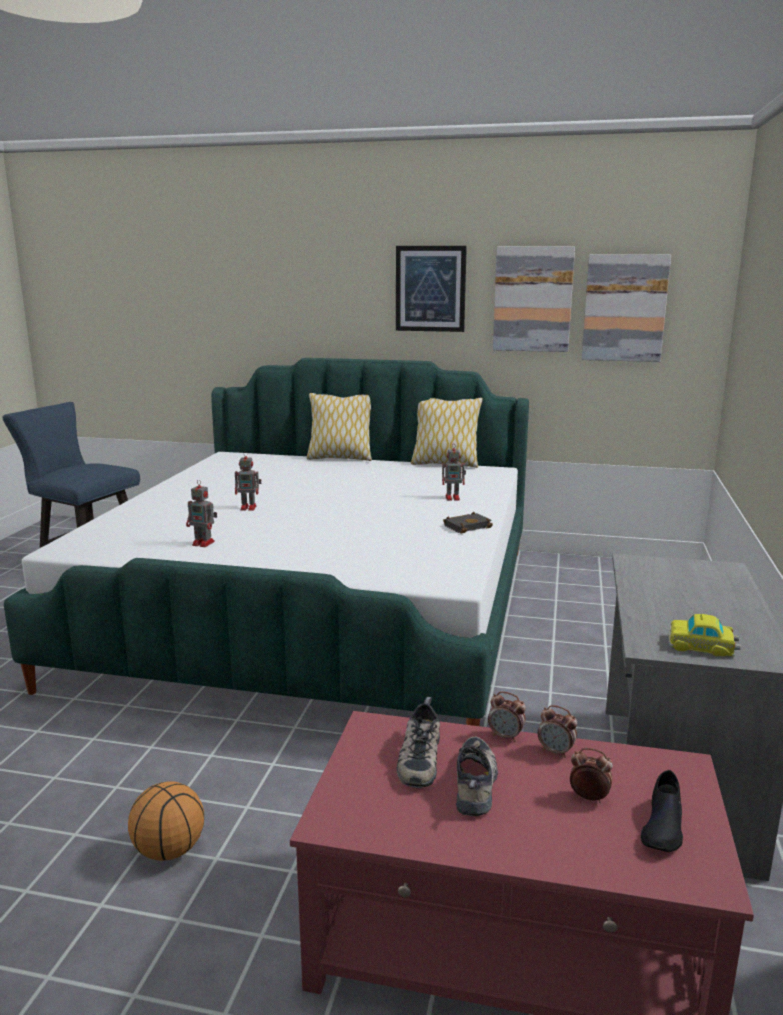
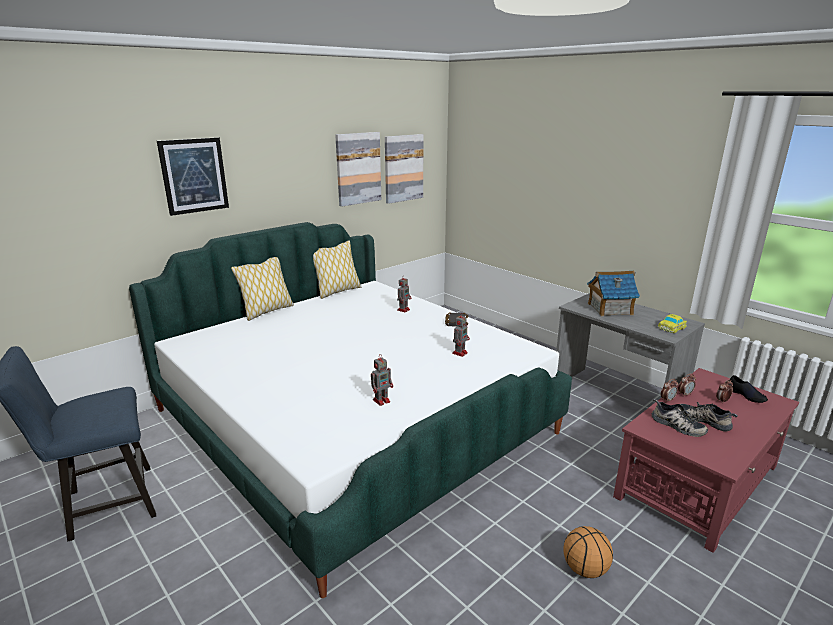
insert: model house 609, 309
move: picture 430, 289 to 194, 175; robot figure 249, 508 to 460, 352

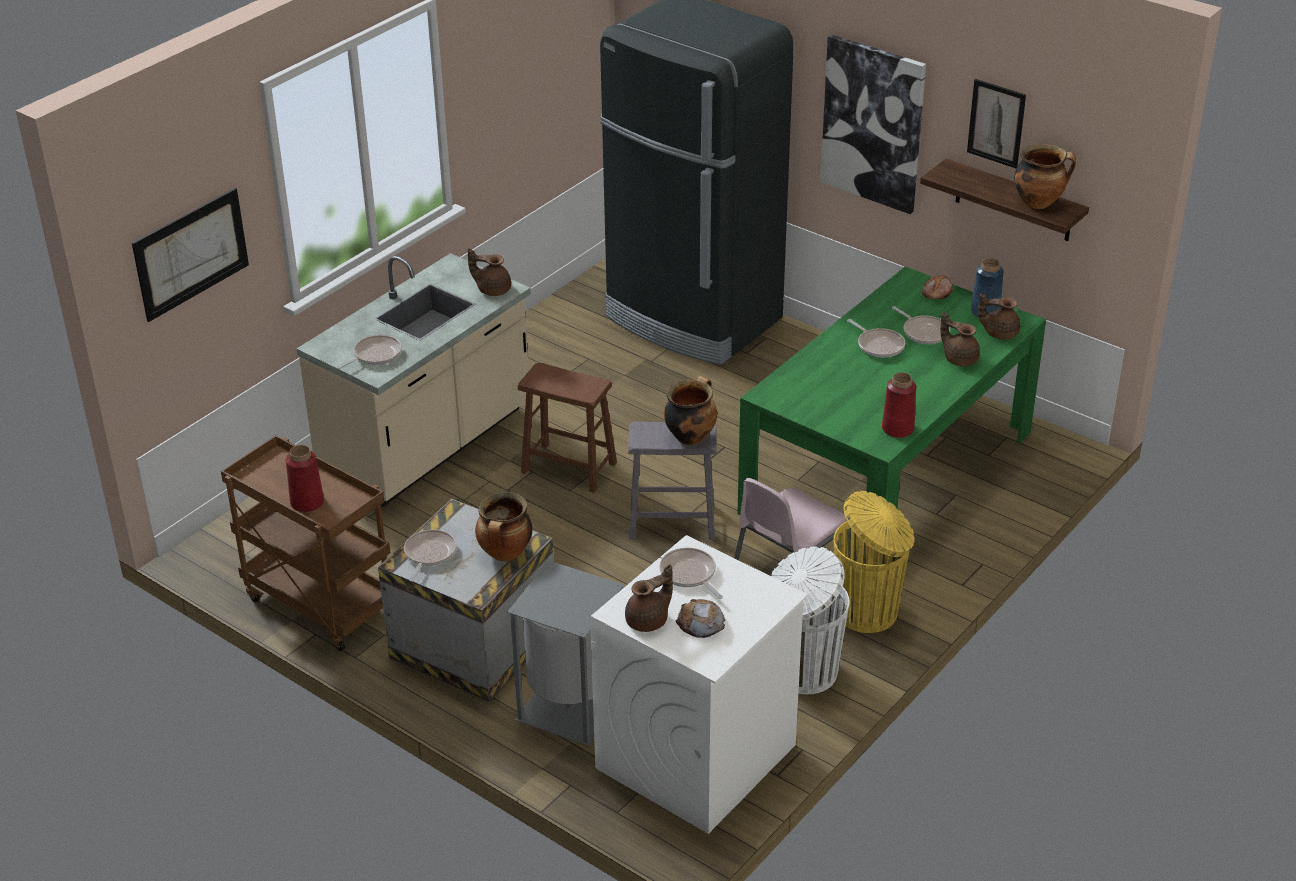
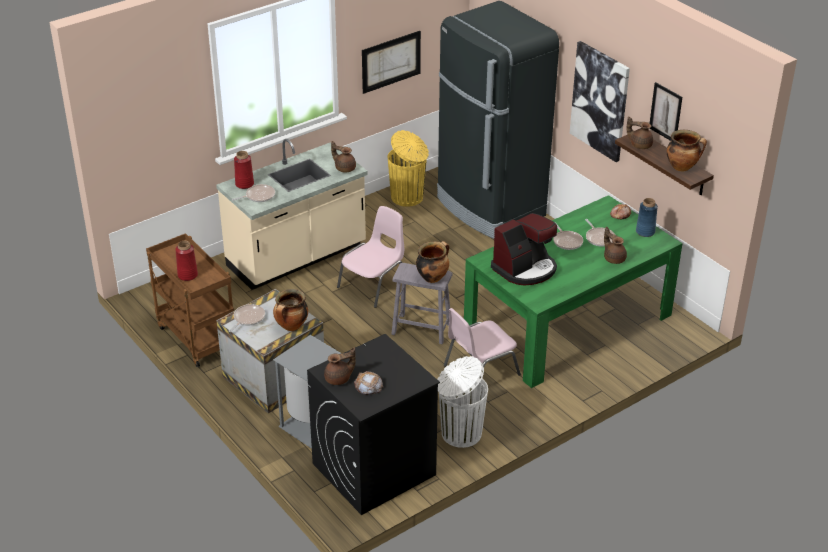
delete: pan 689, 574
insert: coffee brewer 525, 269
move: red flower vase 898, 428 to 244, 184; picture 191, 254 to 391, 61; yellow-coloured trash can 868, 612 to 408, 197; brown-coloured tea pot 999, 333 to 639, 144
replace: brown-coloured stool seat 569, 467 to pink-coloured chair 374, 285
recolor: white-coloured laundry machine 695, 757 to black laundry machine 373, 470

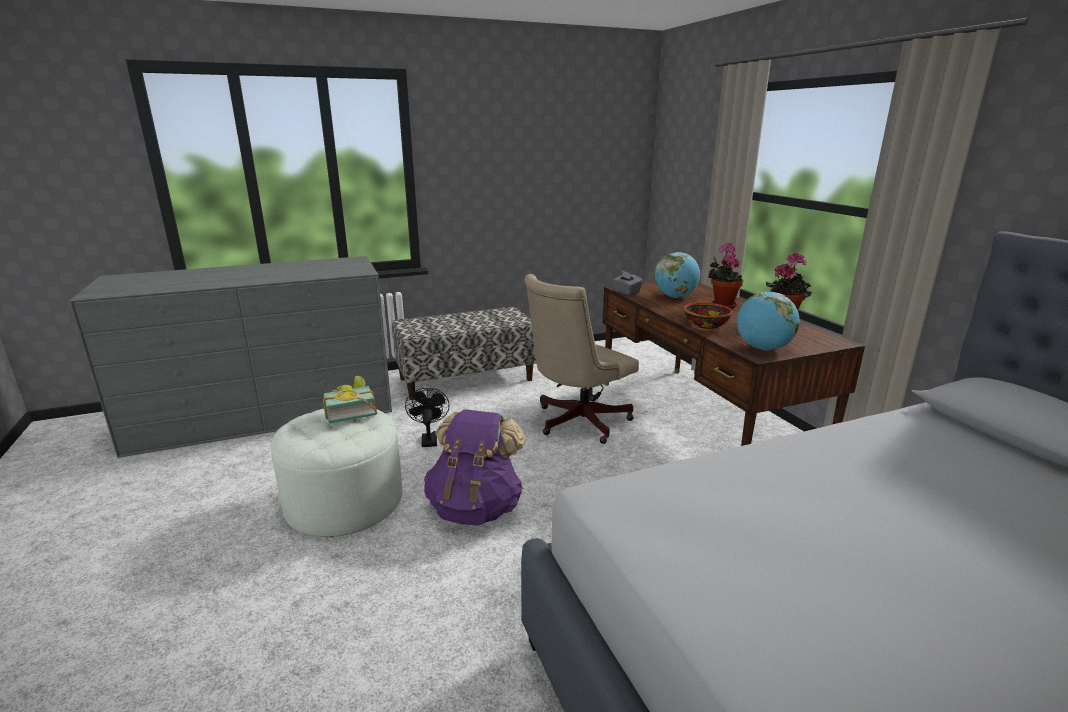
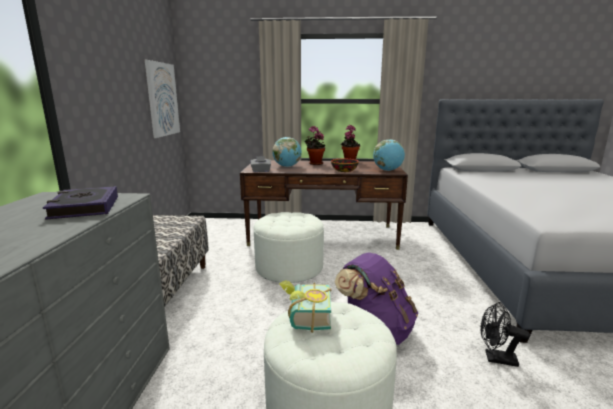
insert: book 84, 207; picture 163, 99
move: black electric fan 429, 438 to 496, 359
replace: beige desk chair 576, 422 to white-coloured ottoman 289, 267

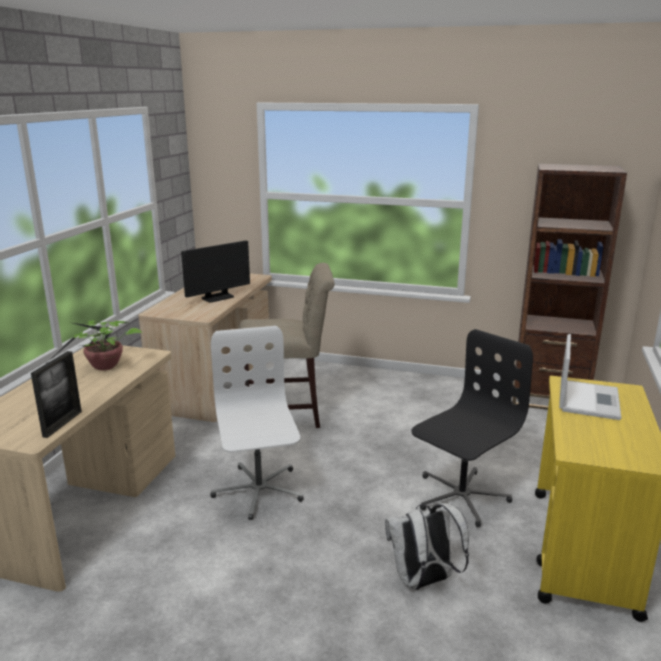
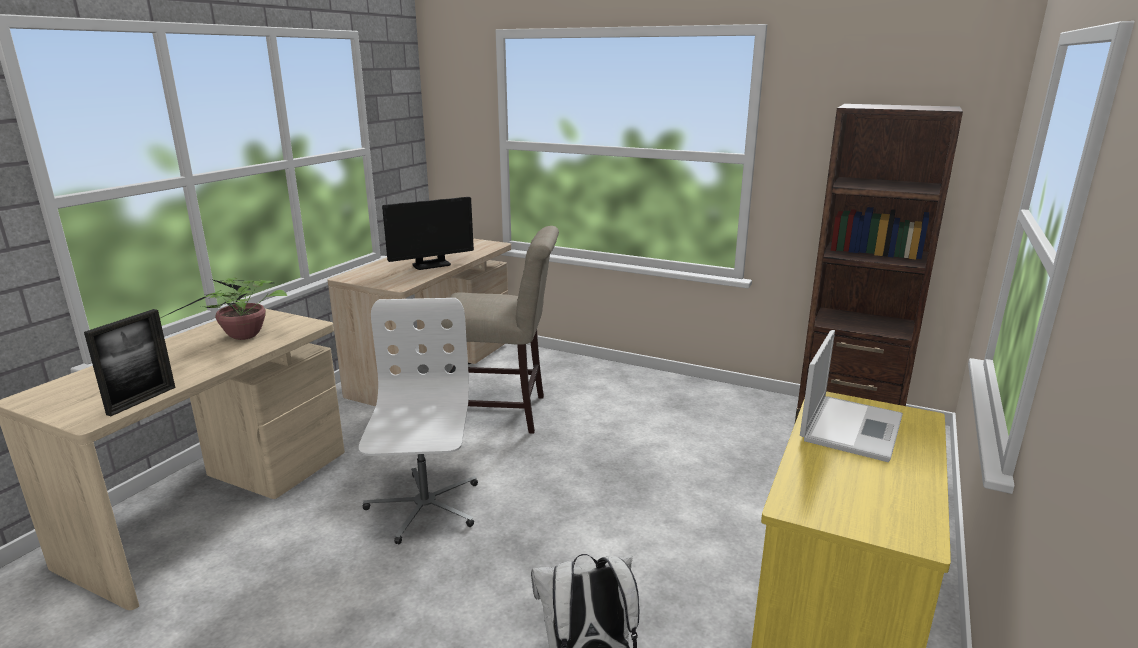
delete: black desk chair 460, 497

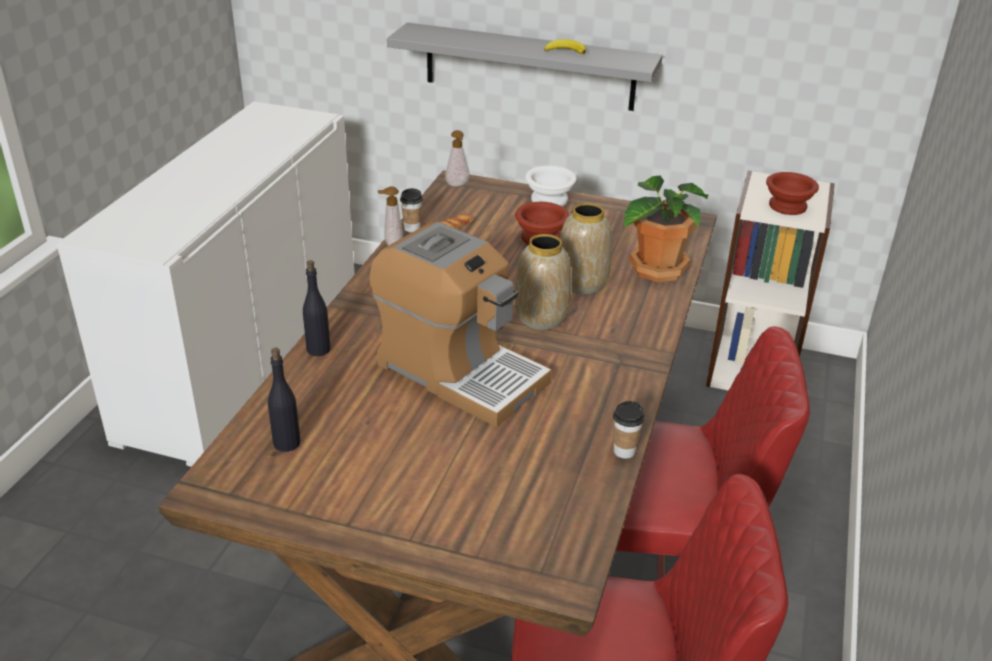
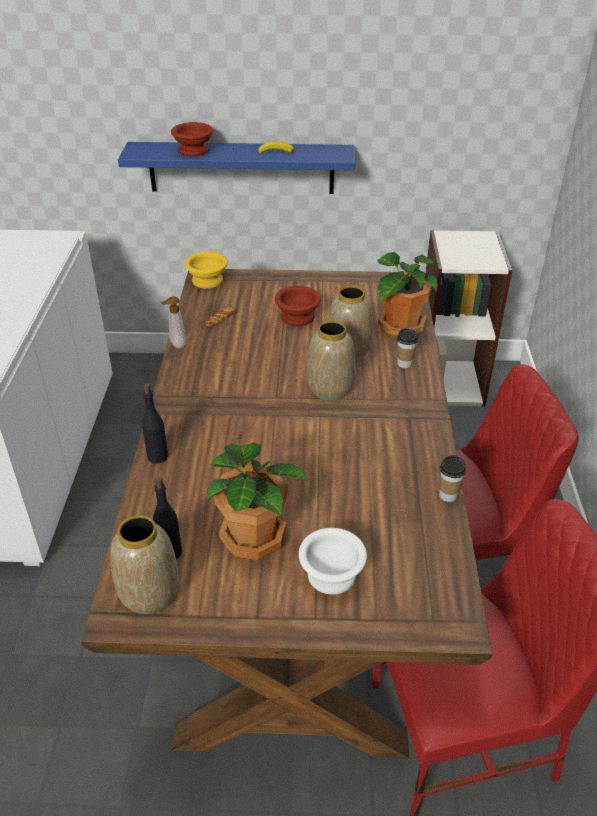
delete: coffee brewer 460, 372
insert: flower vase 149, 593; houseplant 254, 536
move: brown-coloured serving bowl 786, 207 to 192, 151; white-coloured serving bowl 548, 200 to 330, 576; small cup 412, 228 to 404, 364
replace: liquid soap bottle 458, 185 to yellow-coloured serving bowl 208, 280
recolor: grey shelf 529, 67 to bluish shelf 241, 168

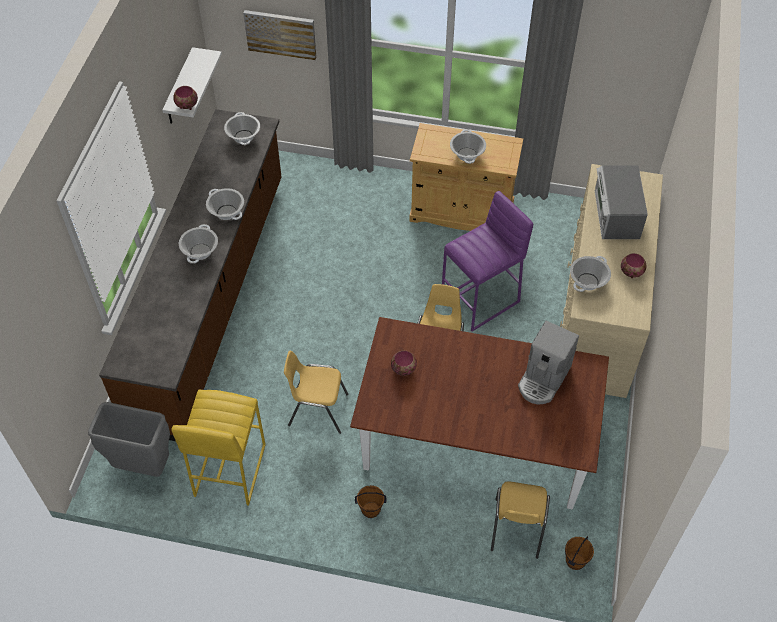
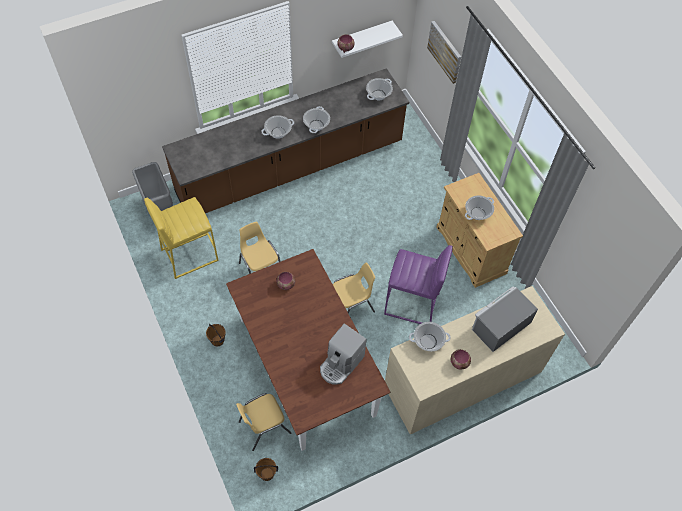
rotate: coffee brewer 543, 379 = 341, 364 45 degrees counterclockwise

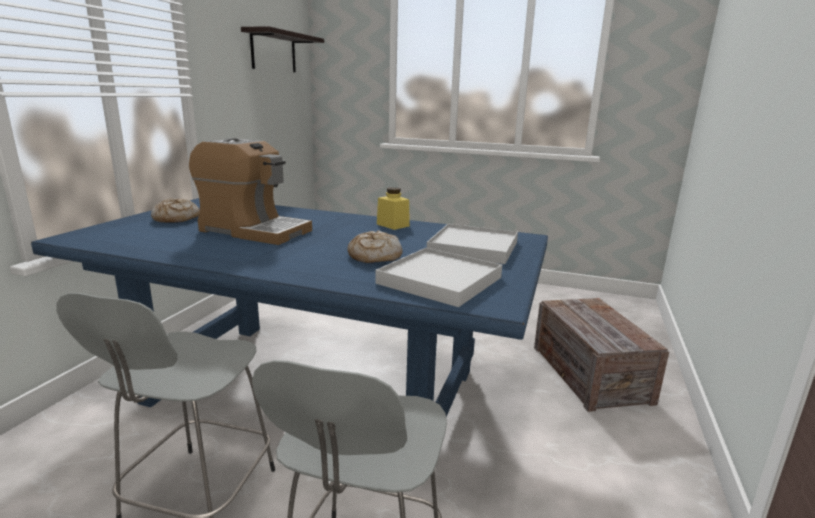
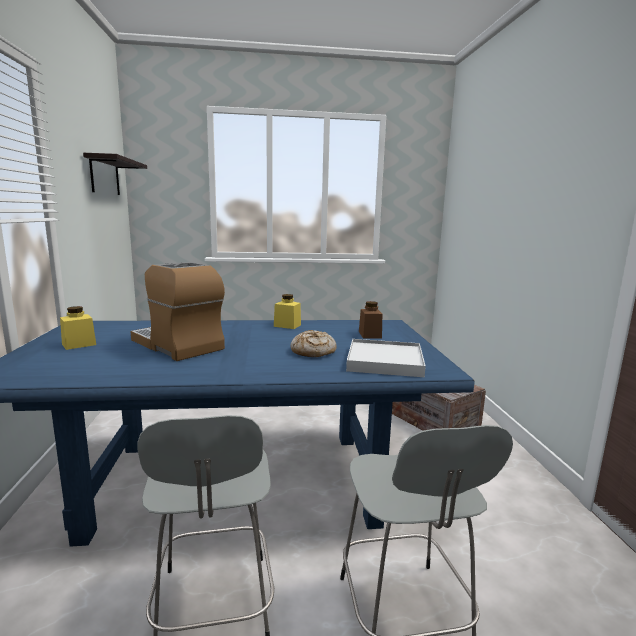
replace: bread 176, 219 to yellow-coloured jar 79, 344; white-coloured carrying tray 473, 247 to brown-coloured jar 370, 335
rotate: coffee brewer 253, 231 = 178, 345 135 degrees counterclockwise

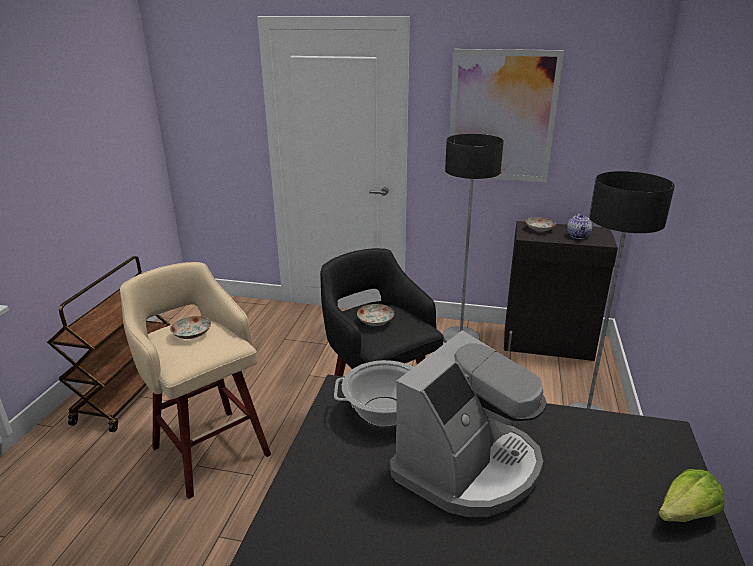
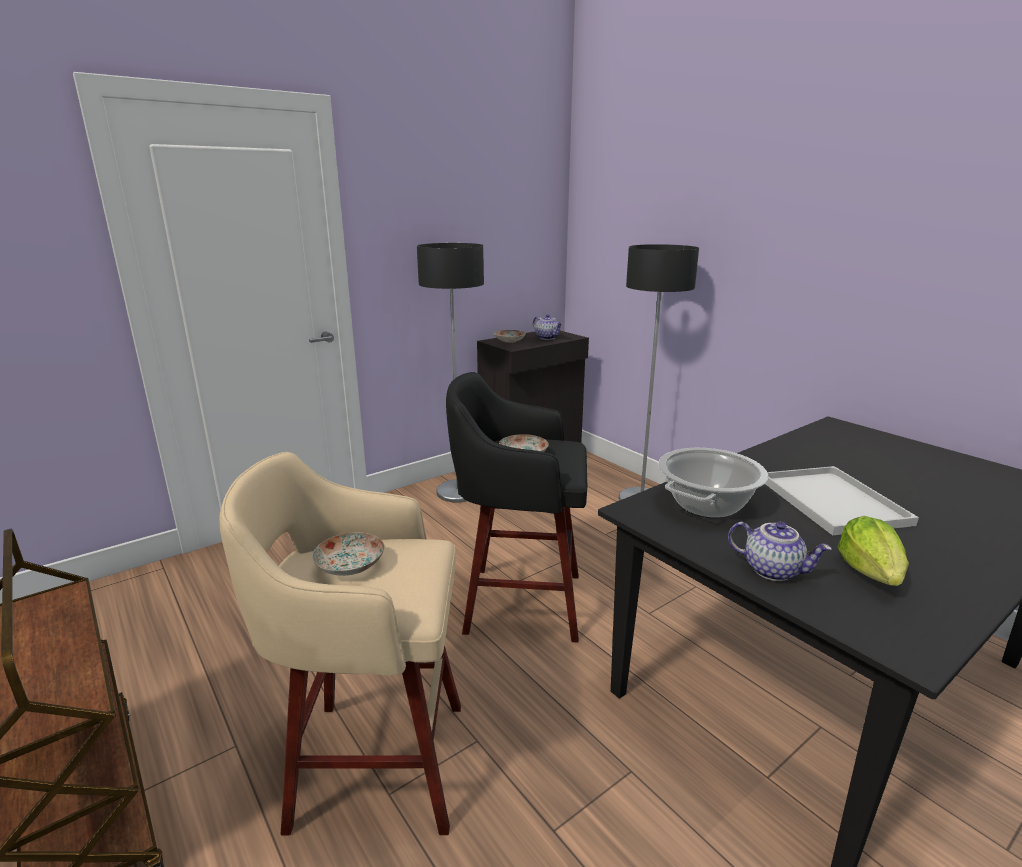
delete: picture 501, 117
insert: tea pot 773, 570
move: head of lettuce 686, 514 to 871, 573
replace: coffee brewer 468, 466 to white-coloured carrying tray 829, 500

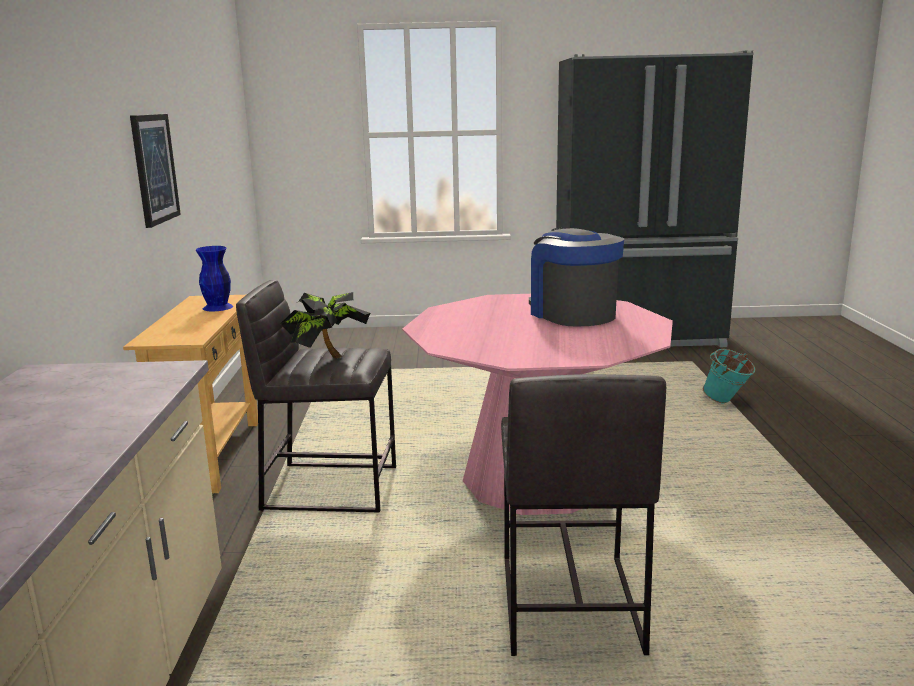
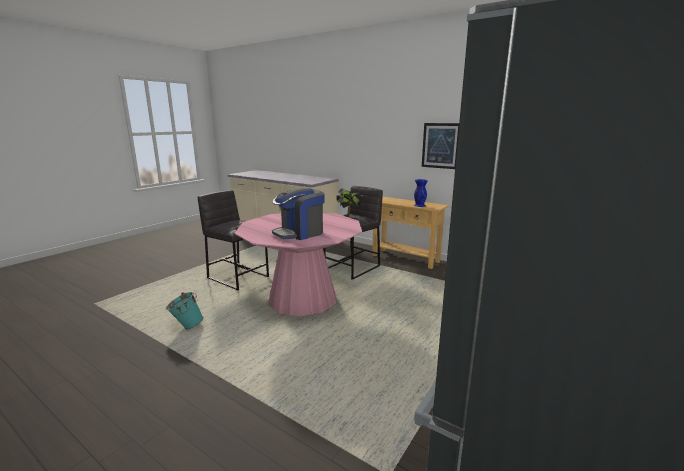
move: turquoise pail 726, 402 to 186, 326
rotate: coffee brewer 572, 314 = 300, 233 135 degrees clockwise

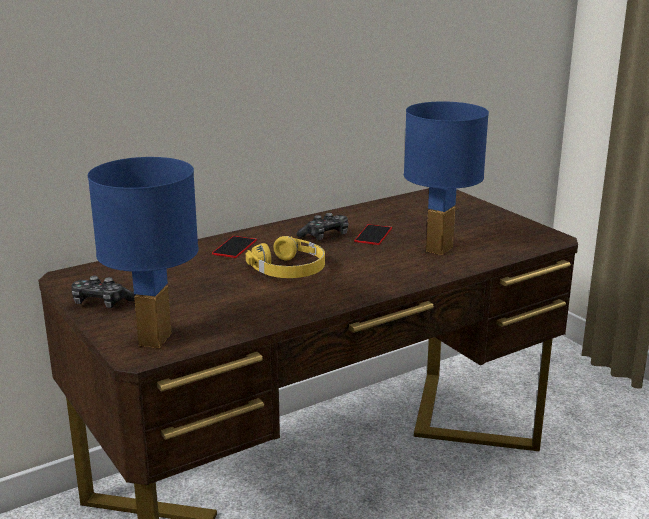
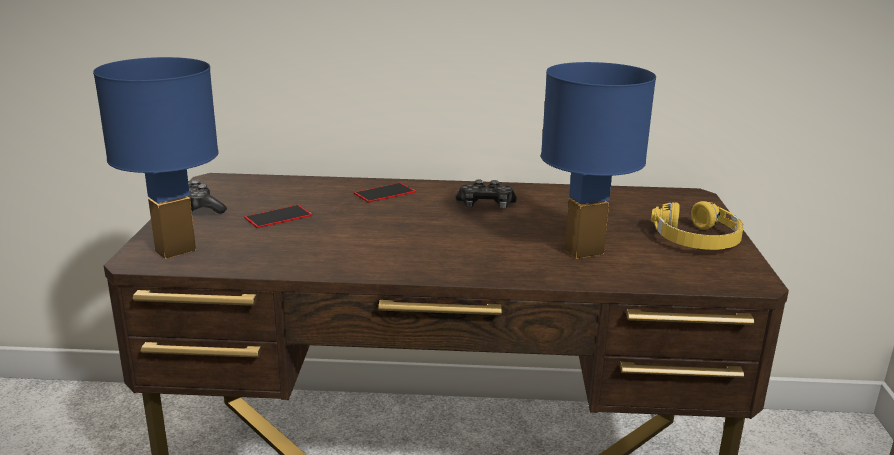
move: handset 373, 235 to 278, 217; yellow-coloured pair of headphones 289, 269 to 697, 239

